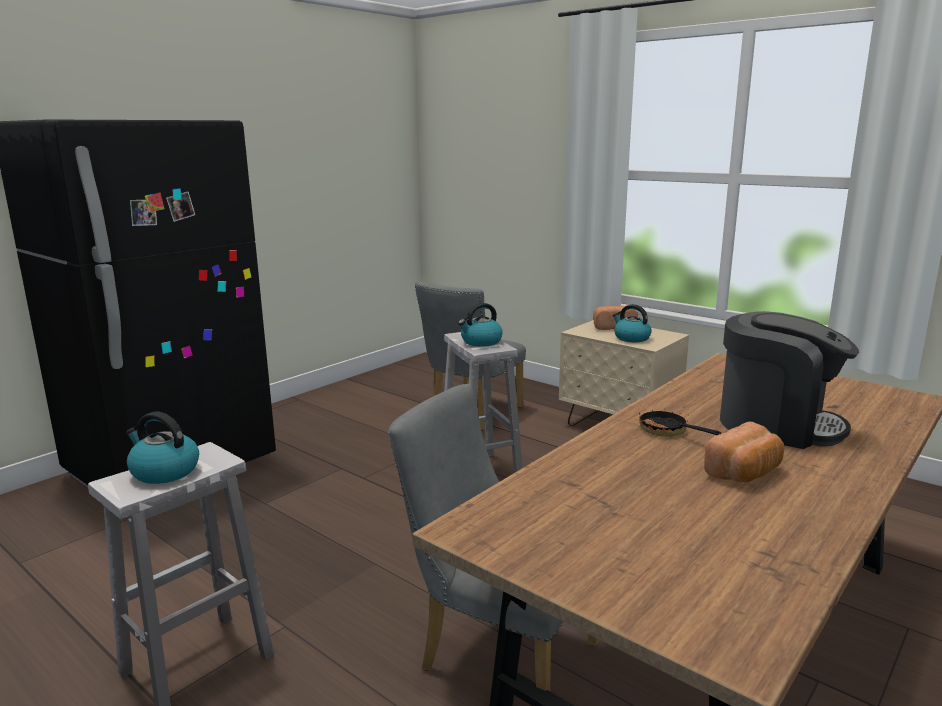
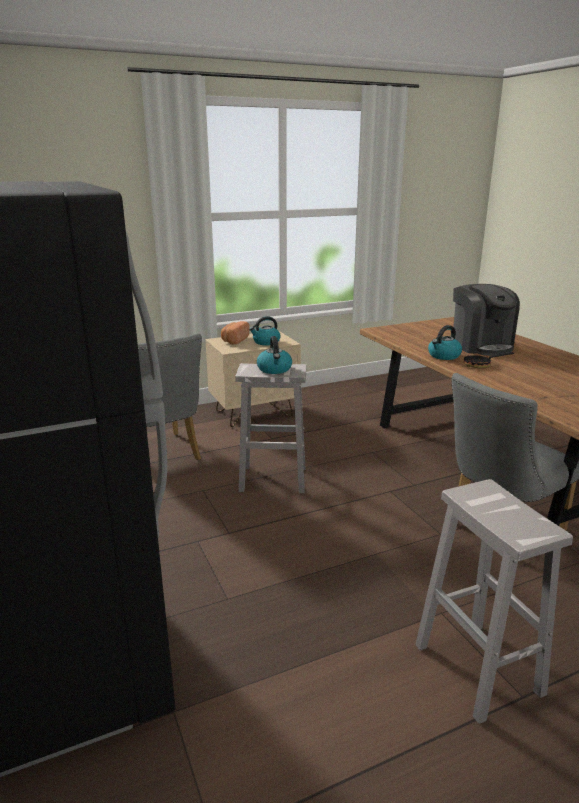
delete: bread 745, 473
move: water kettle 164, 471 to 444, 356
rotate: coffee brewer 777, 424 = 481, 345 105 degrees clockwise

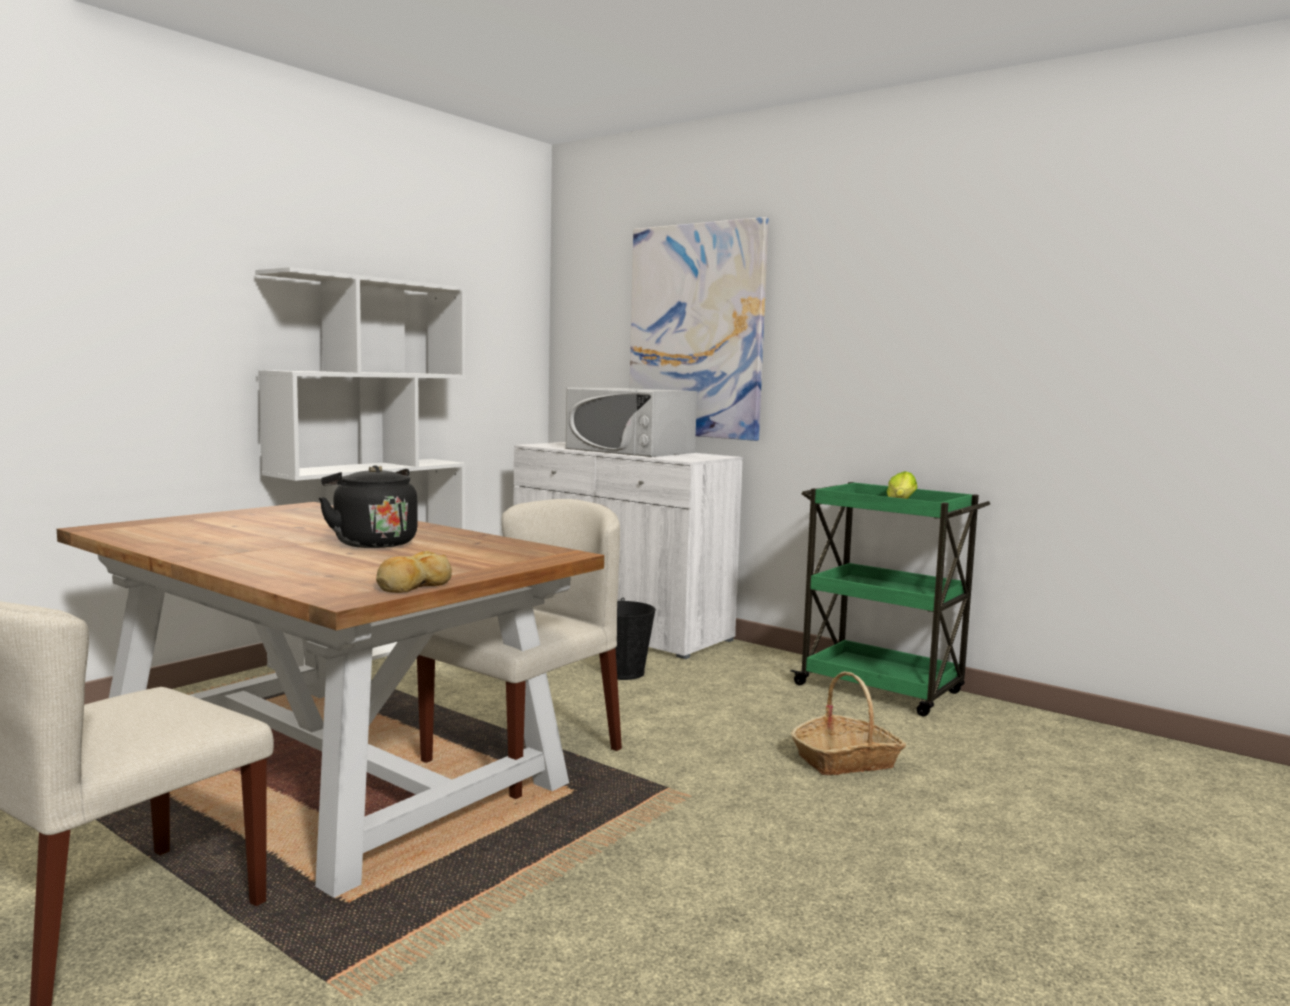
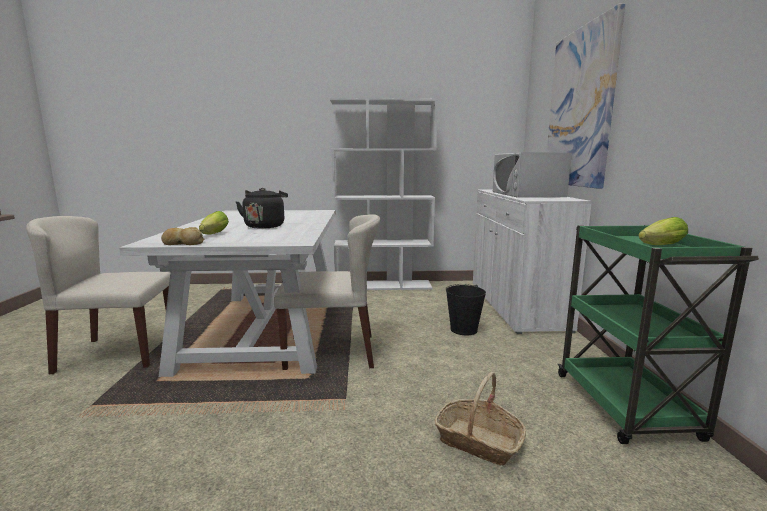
insert: head of lettuce 213, 235
recolor: brown-coloured dinner table 330, 770 to white-coloured dinner table 265, 328

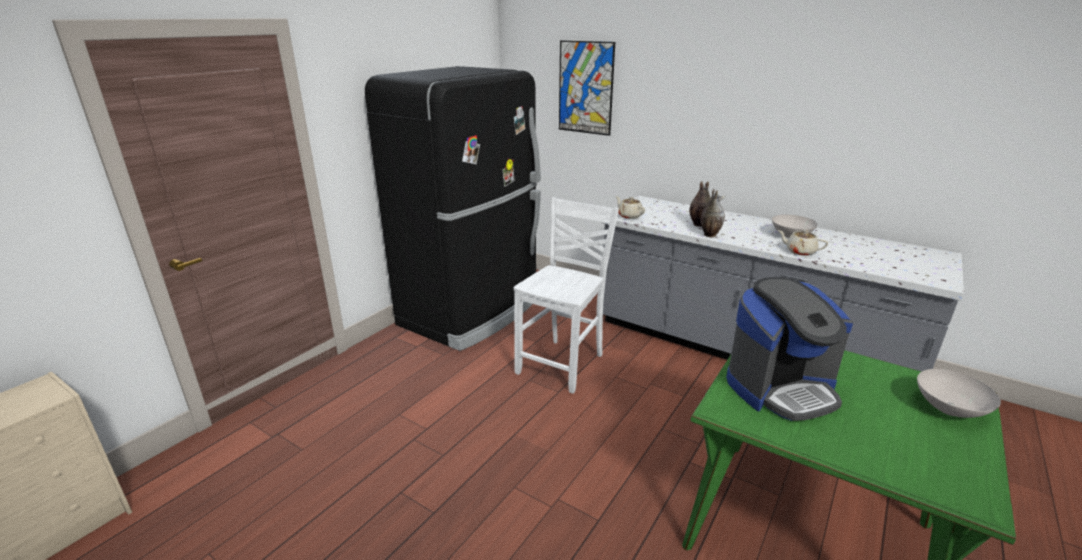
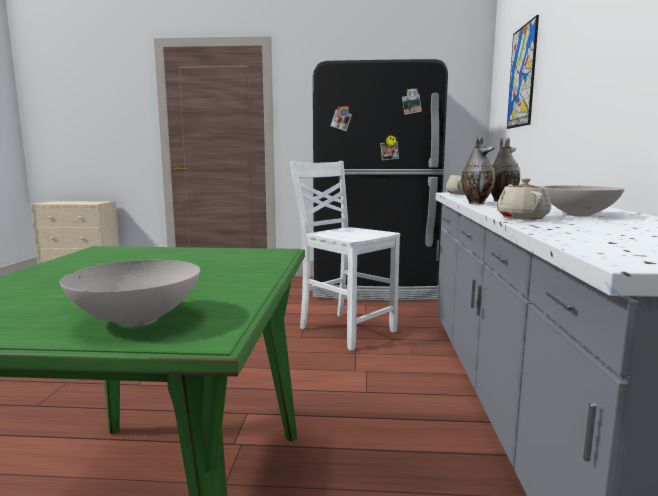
delete: coffee brewer 781, 388
rotate: white-coloured chair 563, 364 = 345, 330 135 degrees counterclockwise

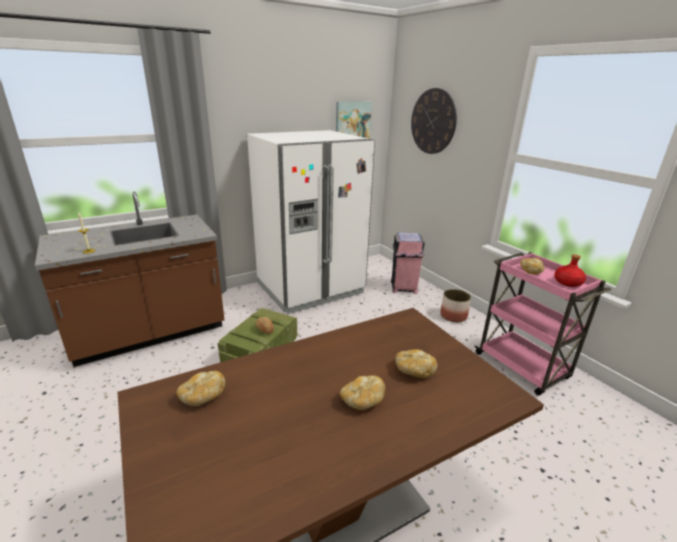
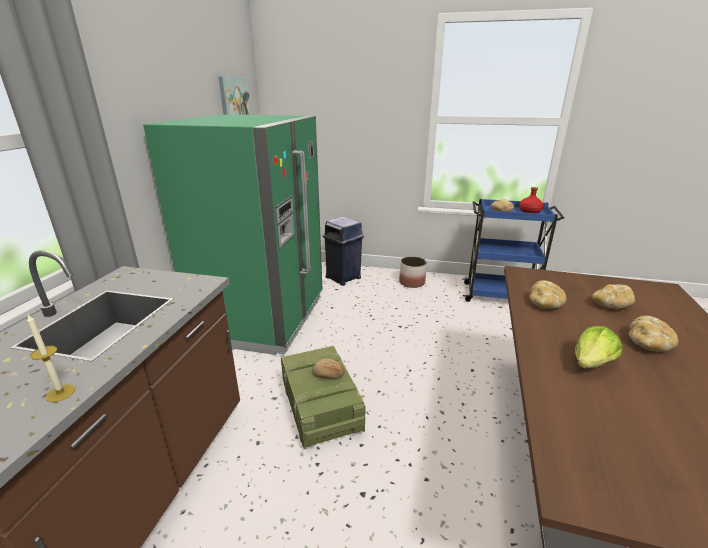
delete: hanging clock 433, 121
insert: head of lettuce 592, 363
move: bread 202, 397 to 545, 304
recolor: white-coloured kitchen fridge 310, 288 to green-coloured kitchen fridge 263, 318; pink-coloured trash can 403, 288 to bluish trash can 343, 278; pink-coloured wheeled cart 522, 367 to bluish wheeled cart 500, 295

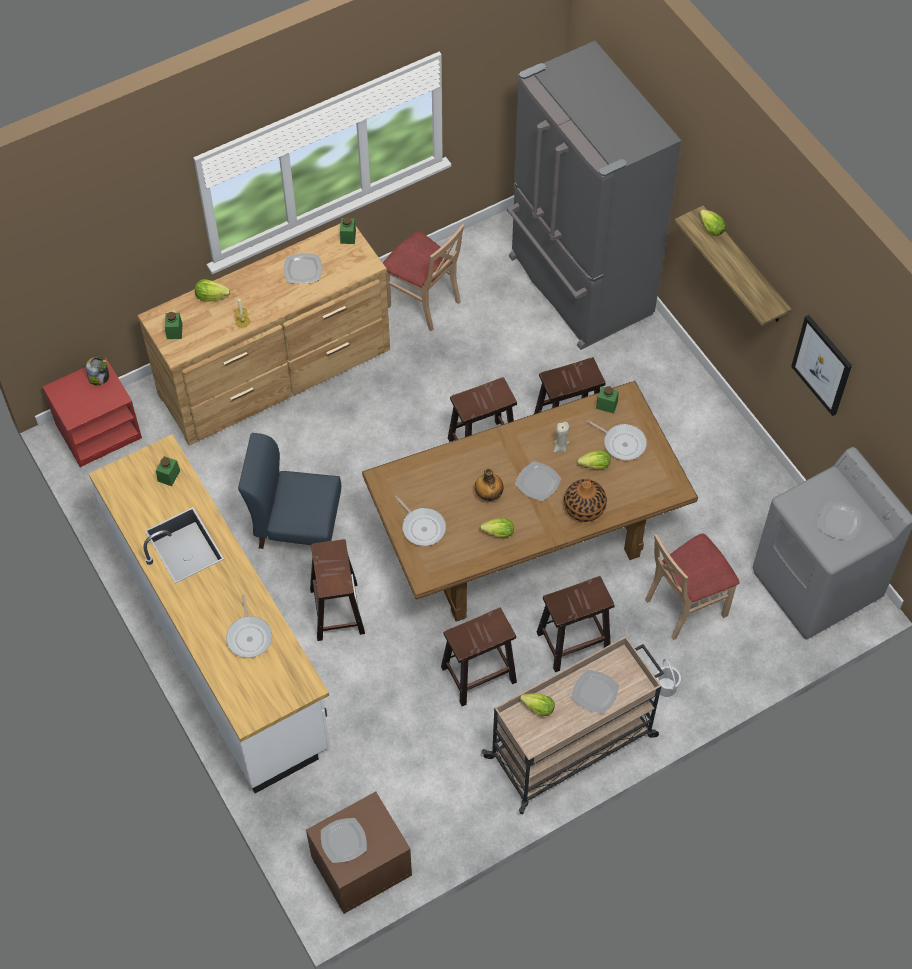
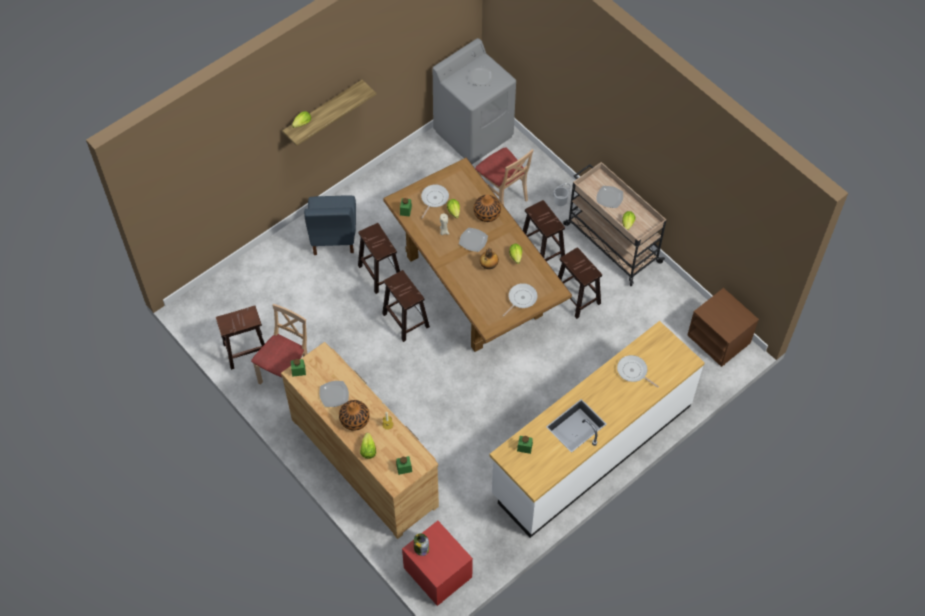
delete: flat dish 343, 841; grey kitchen fridge 578, 287; picture 822, 365
insert: flower vase 355, 420
move: brown-coloured stool seat 336, 610 to 245, 351; bluish chair 296, 525 to 333, 236
rotate: pan 249, 636 = 633, 371 120 degrees counterclockwise

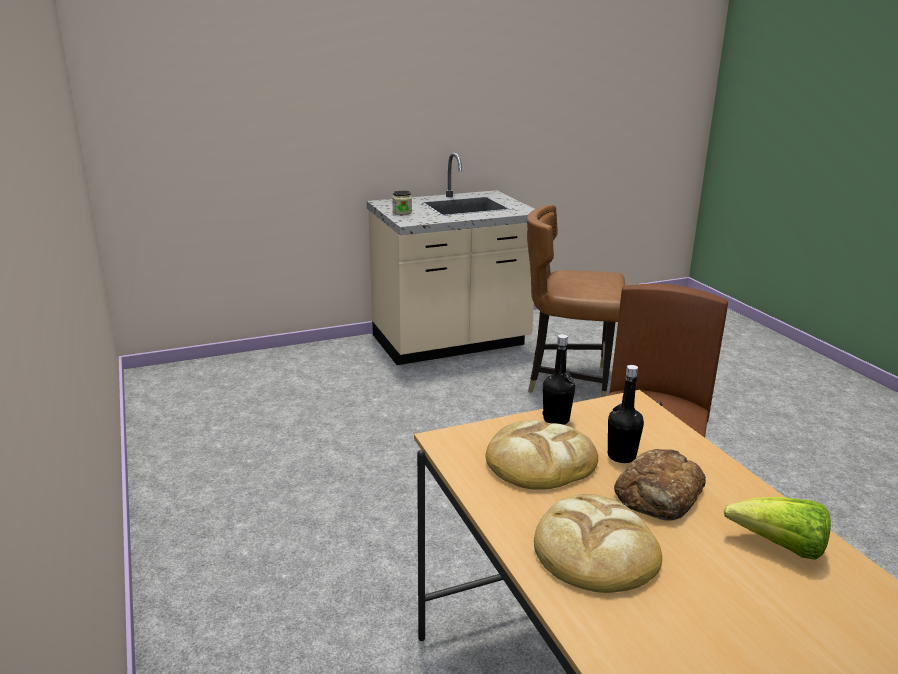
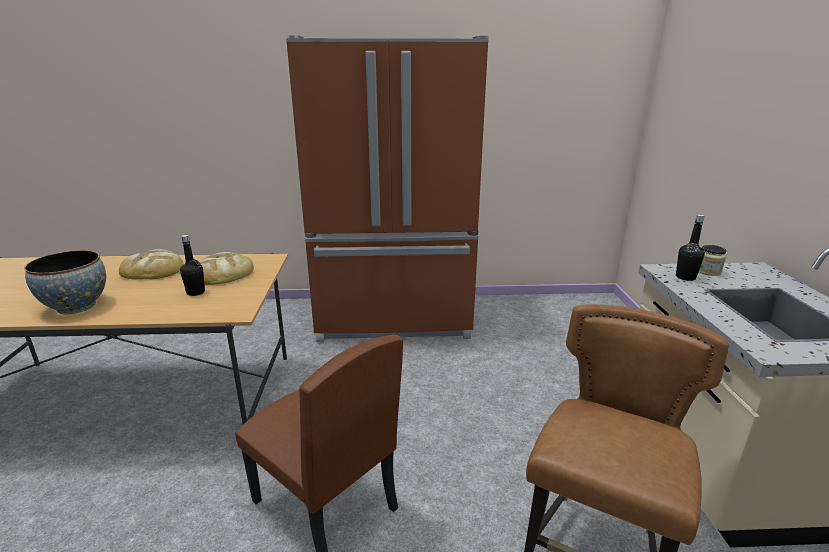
delete: bread 659, 494
insert: brown-coloured kitchen fridge 394, 319
move: black bottle 556, 419 to 685, 277
replace: head of lettuce 779, 547 to serving bowl 76, 306

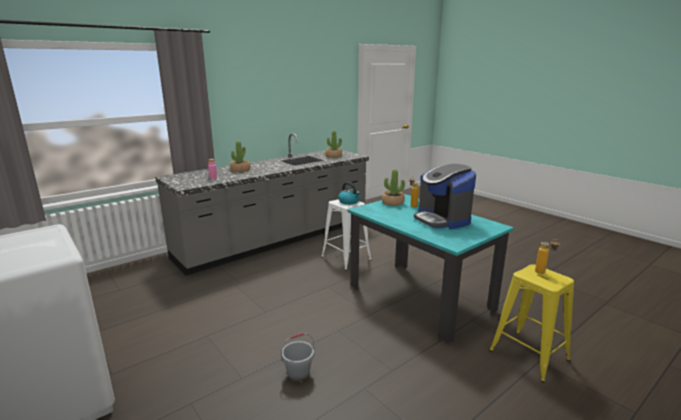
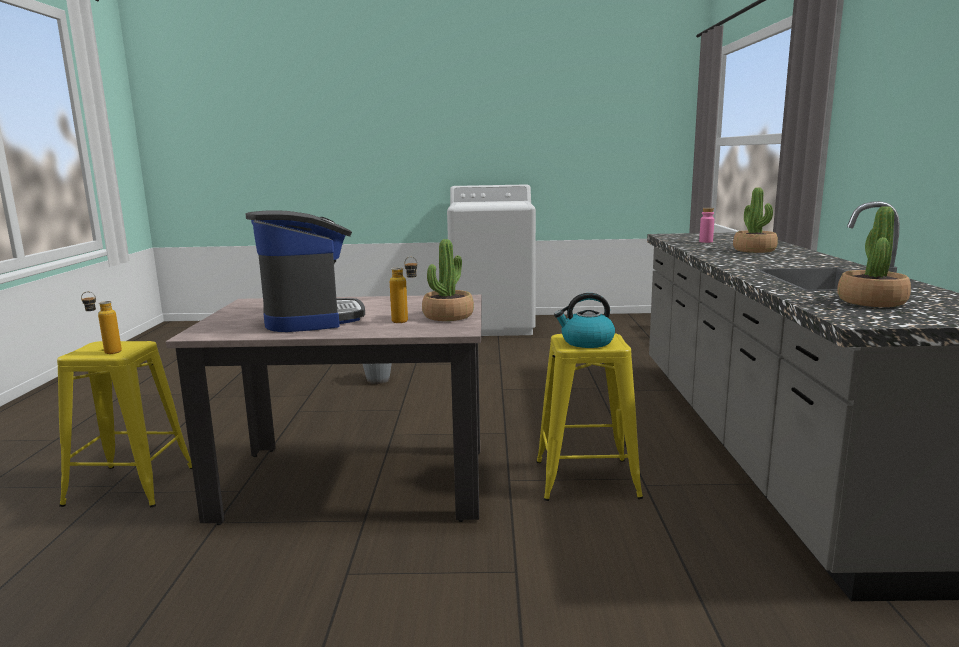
recolor: turquoise dinner table 420, 298 to beige dinner table 355, 482; white-coloured stool seat 346, 258 to yellow-coloured stool seat 586, 479
rotate: coffee brewer 442, 219 = 311, 318 60 degrees clockwise

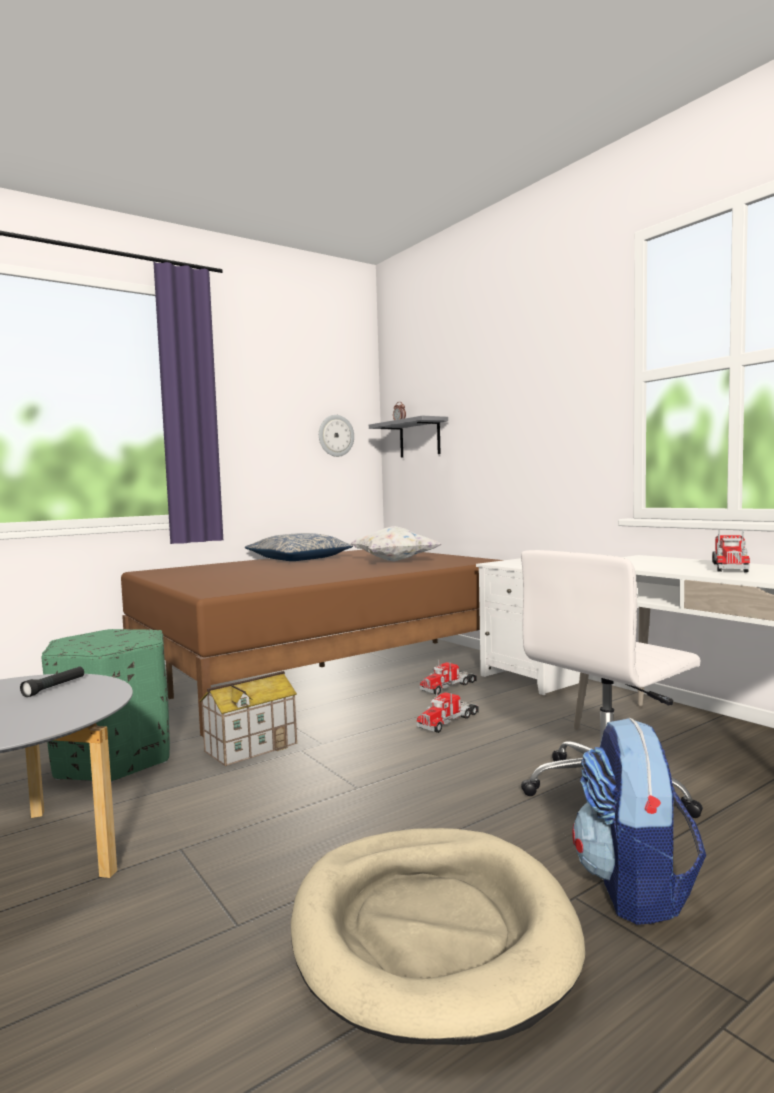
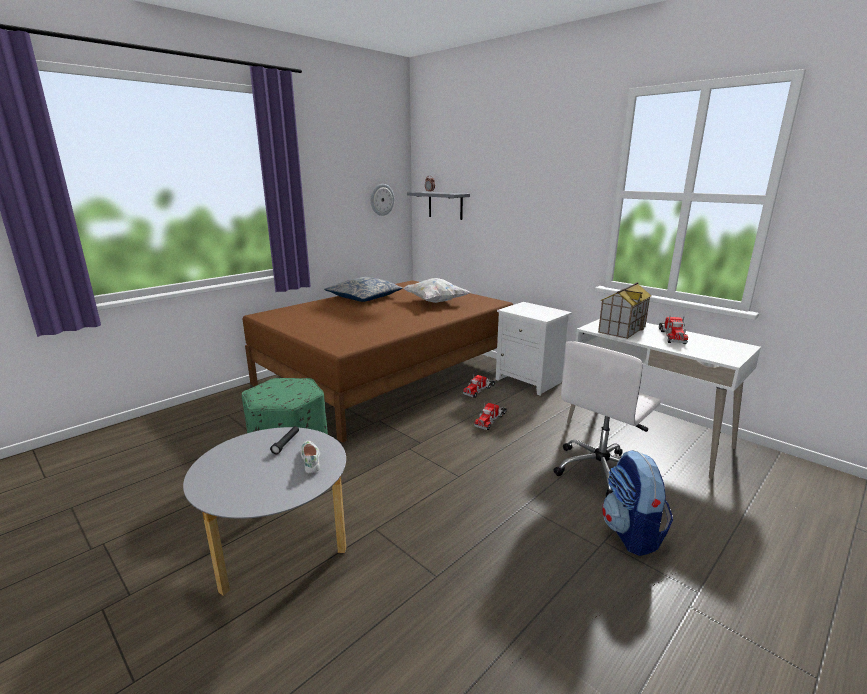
delete: beige pet bed 431, 932
insert: white-coloured low shoe 311, 460
move: model house 251, 747 to 621, 329

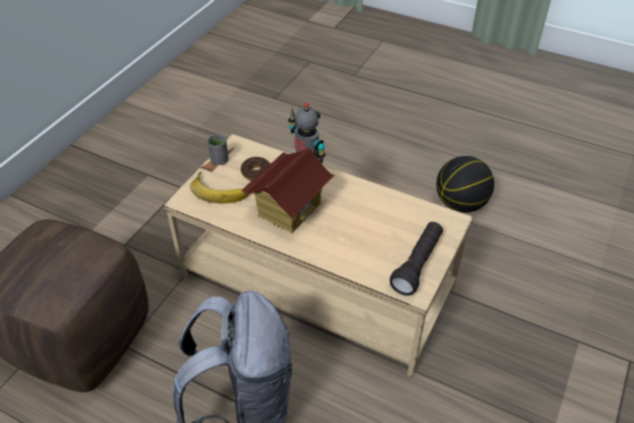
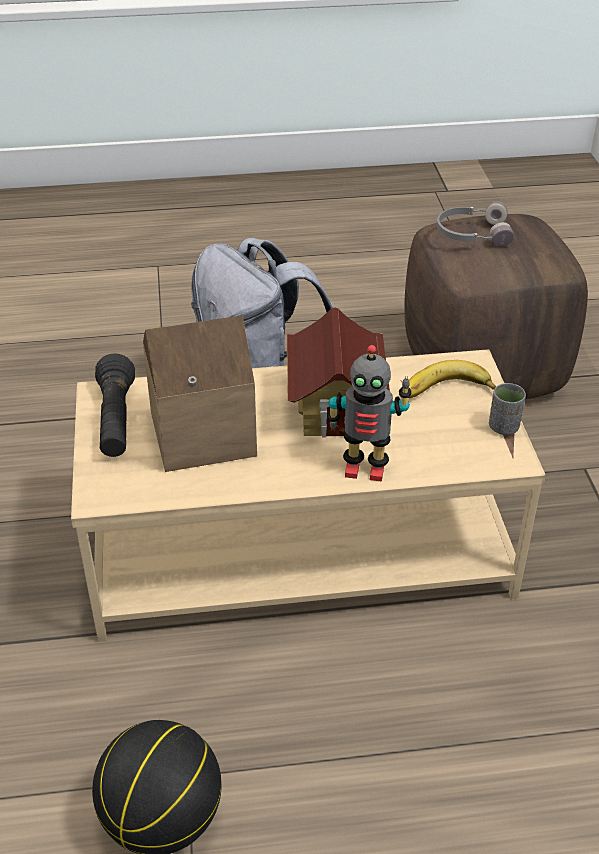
delete: doughnut 256, 172
insert: model house 200, 431; grey pair of headphones 472, 234

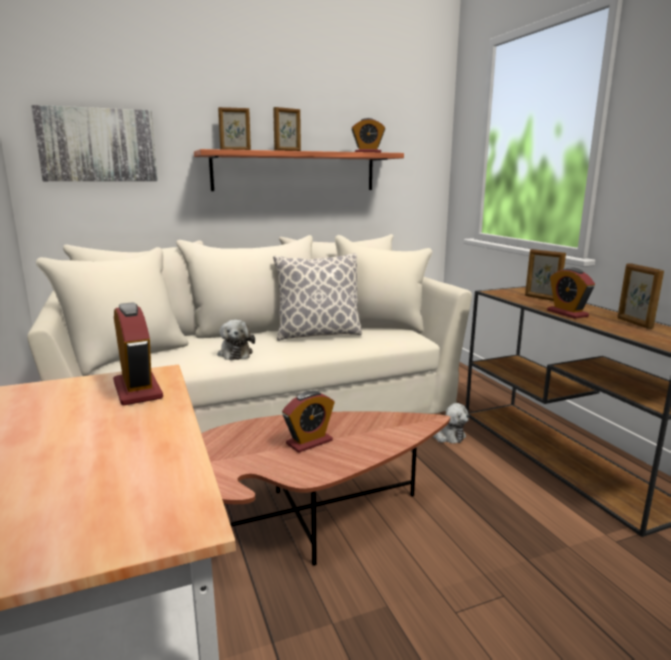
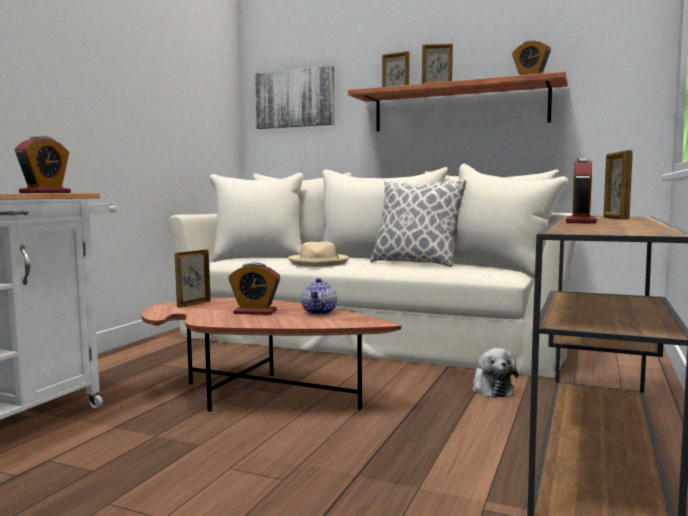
insert: tea pot 319, 312
move: photo frame 634, 323 to 193, 304
replace: cuddly toy 235, 353 to beige hat 319, 263

